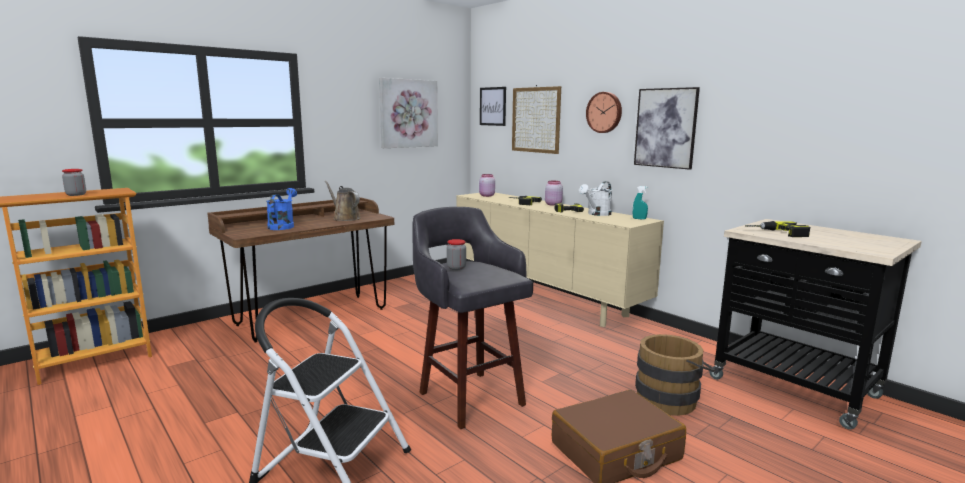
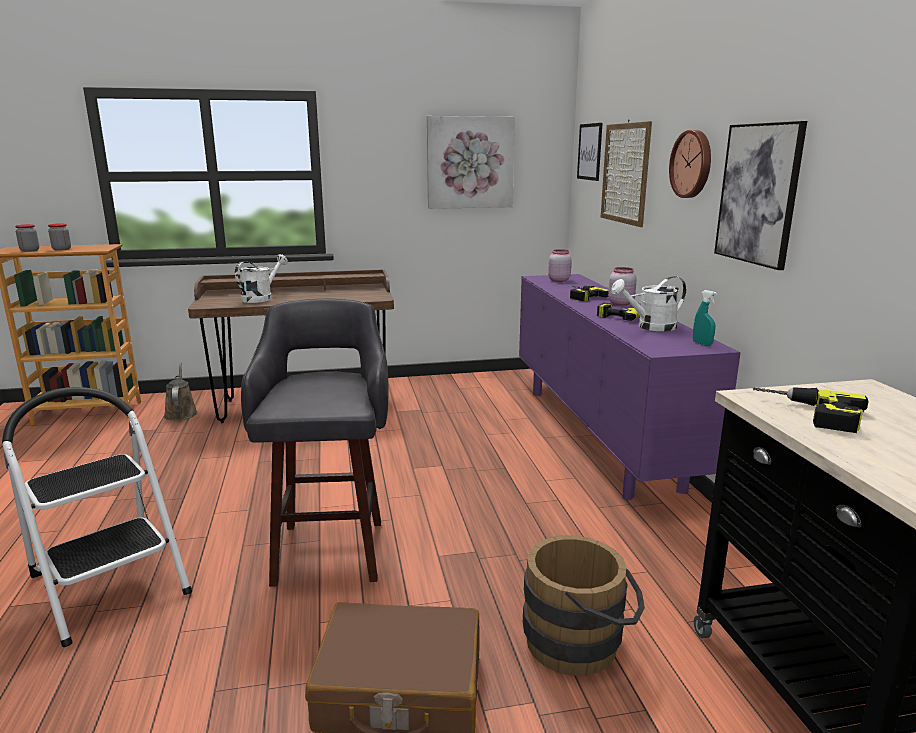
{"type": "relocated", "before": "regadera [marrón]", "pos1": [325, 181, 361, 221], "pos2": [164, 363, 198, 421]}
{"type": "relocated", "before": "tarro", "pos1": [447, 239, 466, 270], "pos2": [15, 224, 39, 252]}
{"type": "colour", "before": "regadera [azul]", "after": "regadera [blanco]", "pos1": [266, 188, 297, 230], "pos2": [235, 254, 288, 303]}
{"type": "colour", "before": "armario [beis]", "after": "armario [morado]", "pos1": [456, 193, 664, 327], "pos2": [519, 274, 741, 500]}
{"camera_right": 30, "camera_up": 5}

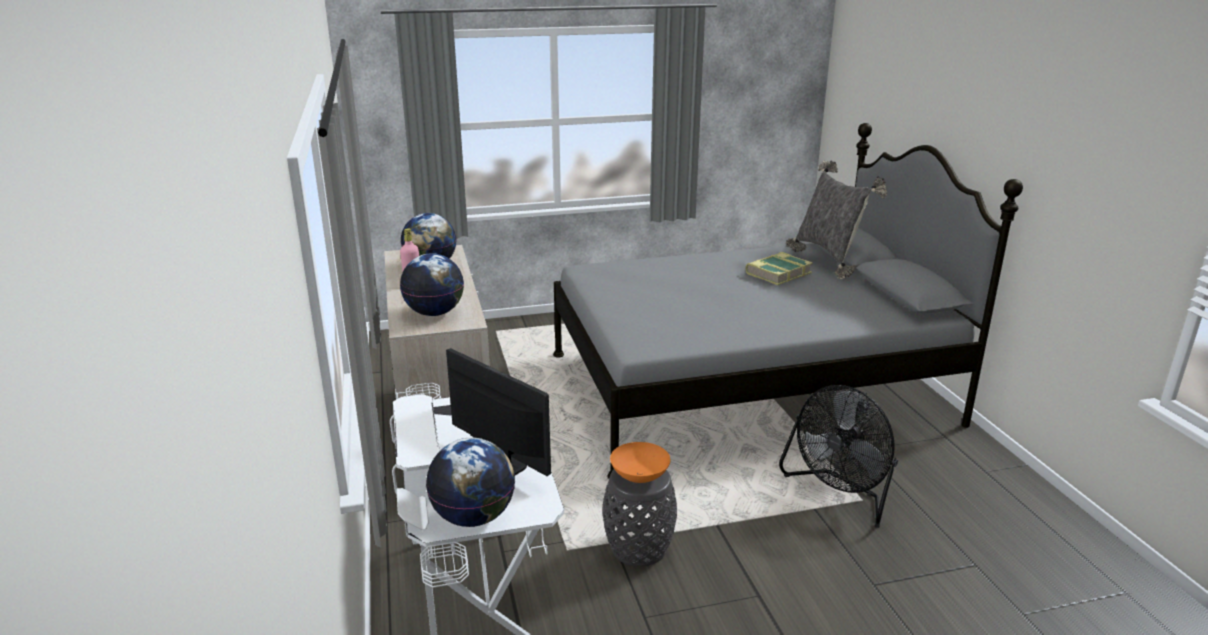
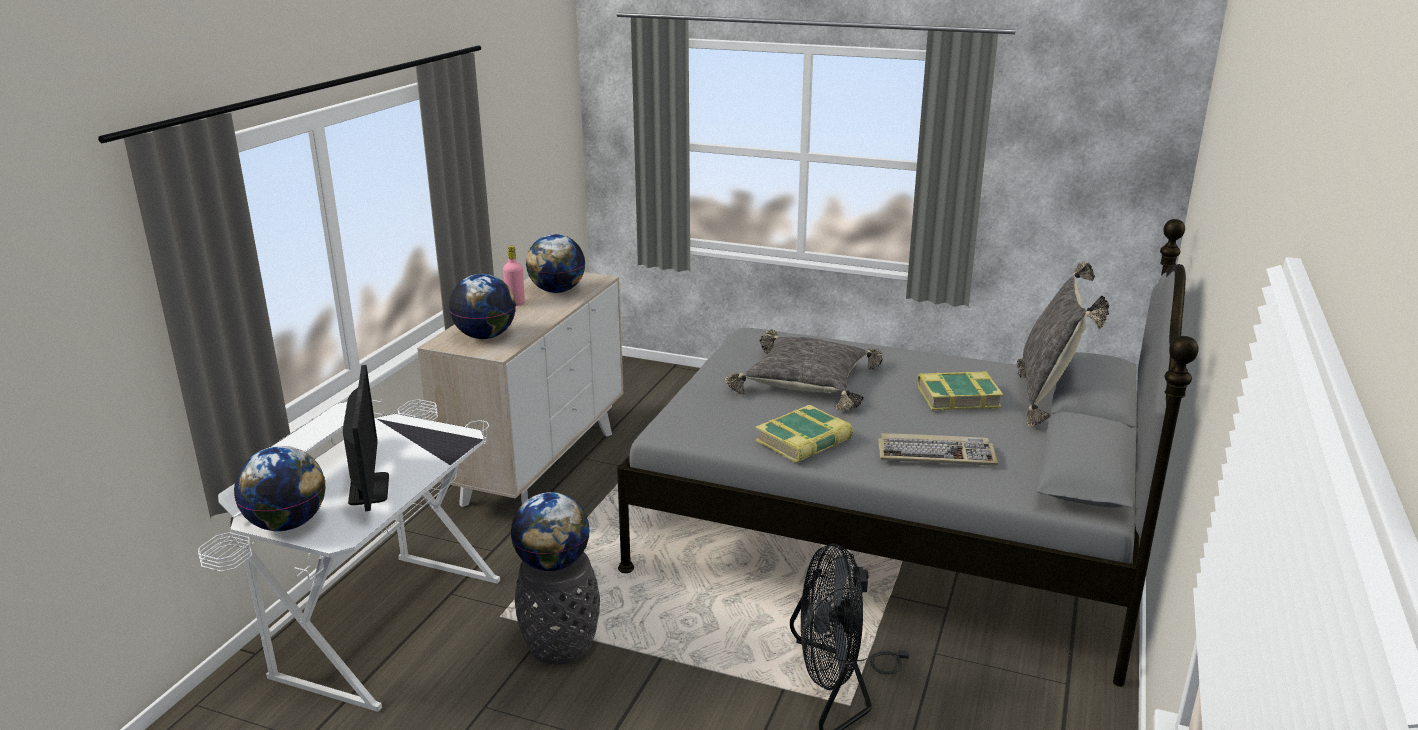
{"type": "appeared", "after": "cojín", "pos2": [725, 329, 883, 411]}
{"type": "appeared", "after": "libro", "pos2": [755, 405, 853, 463]}
{"type": "appeared", "after": "teclado", "pos2": [878, 433, 998, 466]}
{"type": "exchanged", "before": "cuenco [naranja]", "after": "globo terráqueo", "pos1": [610, 442, 670, 483], "pos2": [511, 492, 590, 571]}
{"camera_right": 35, "camera_up": 0}

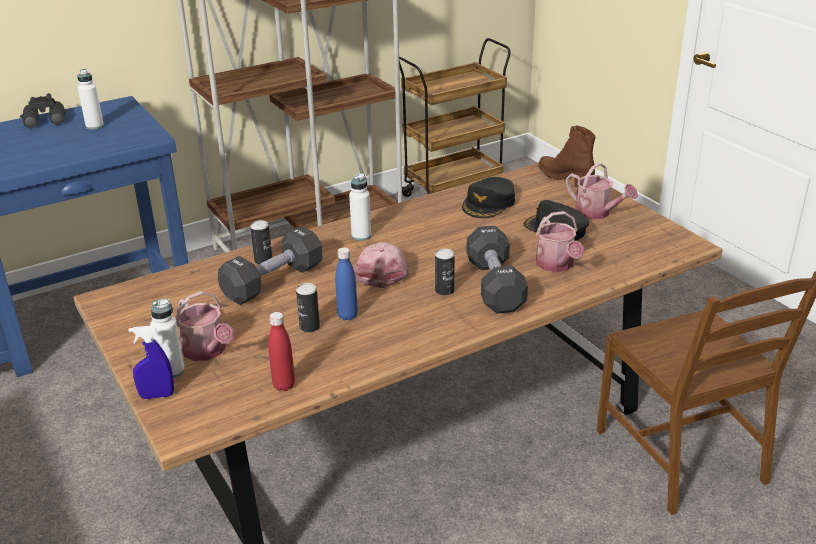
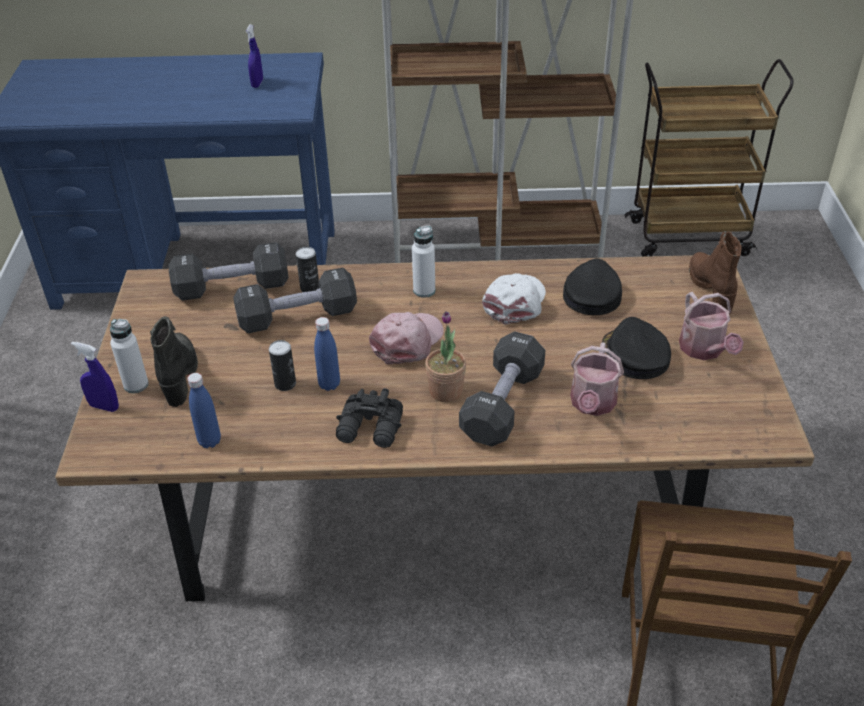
{"type": "appeared", "after": "mancuerna [negro]", "pos2": [169, 242, 288, 301]}
{"type": "appeared", "after": "gorra [blanco]", "pos2": [482, 273, 546, 325]}
{"type": "relocated", "before": "prismáticos [negro]", "pos1": [20, 93, 66, 128], "pos2": [336, 388, 403, 448]}
{"type": "exchanged", "before": "botella [blanco]", "after": "pulverizador [azul]", "pos1": [77, 69, 104, 130], "pos2": [246, 24, 263, 88]}
{"type": "exchanged", "before": "regadera", "after": "bota [negro]", "pos1": [176, 291, 234, 361], "pos2": [150, 316, 198, 407]}
{"type": "exchanged", "before": "lata", "after": "planta en maceta", "pos1": [435, 248, 455, 296], "pos2": [425, 311, 466, 402]}
{"type": "colour", "before": "botella [rojo]", "after": "botella [azul]", "pos1": [268, 312, 295, 391], "pos2": [187, 373, 221, 448]}
{"type": "spun", "before": "gorra [negro]", "pos1": [462, 177, 515, 218], "pos2": [563, 258, 622, 315], "turn": 135}
{"camera_right": 30, "camera_up": 10}

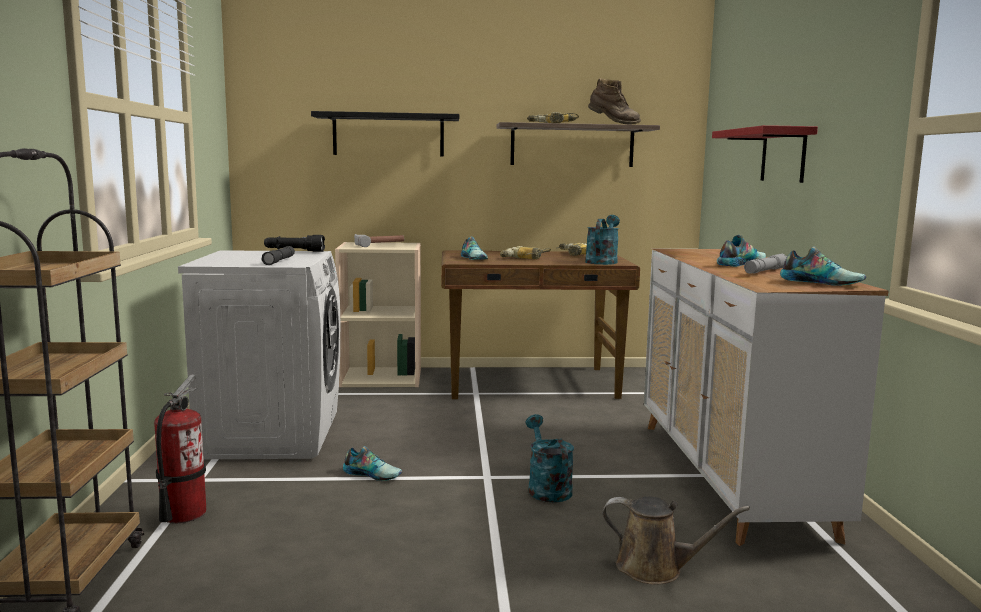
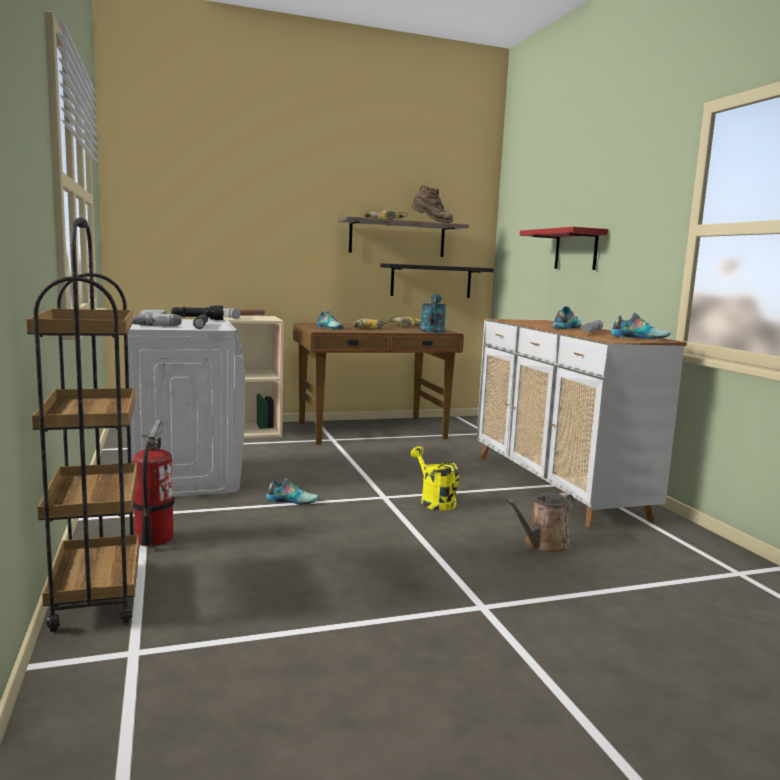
{"type": "appeared", "after": "taladro", "pos2": [133, 309, 182, 326]}
{"type": "relocated", "before": "estante [negro]", "pos1": [311, 111, 459, 157], "pos2": [380, 263, 494, 298]}
{"type": "colour", "before": "regadera [turquesa]", "after": "regadera [amarillo]", "pos1": [525, 414, 574, 503], "pos2": [411, 446, 459, 511]}
{"type": "spun", "before": "regadera [marrón]", "pos1": [602, 496, 750, 585], "pos2": [506, 492, 574, 553], "turn": 135}
{"camera_right": -15, "camera_up": 0}

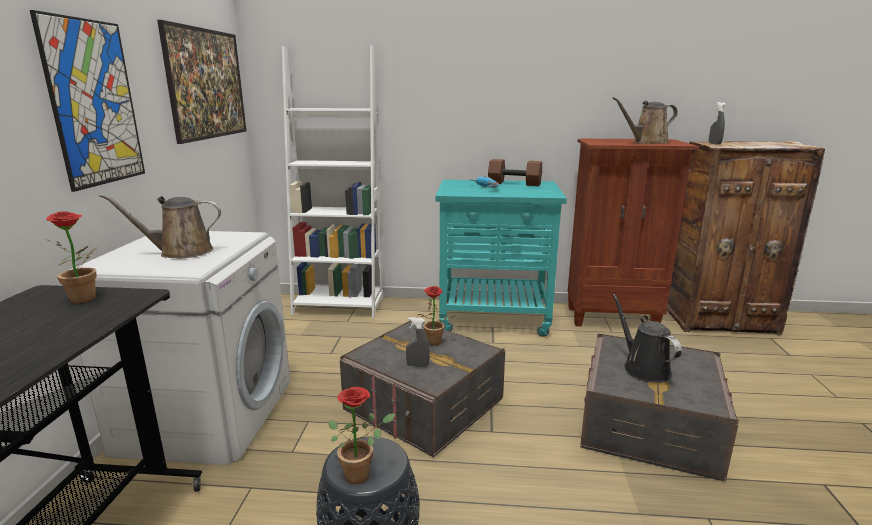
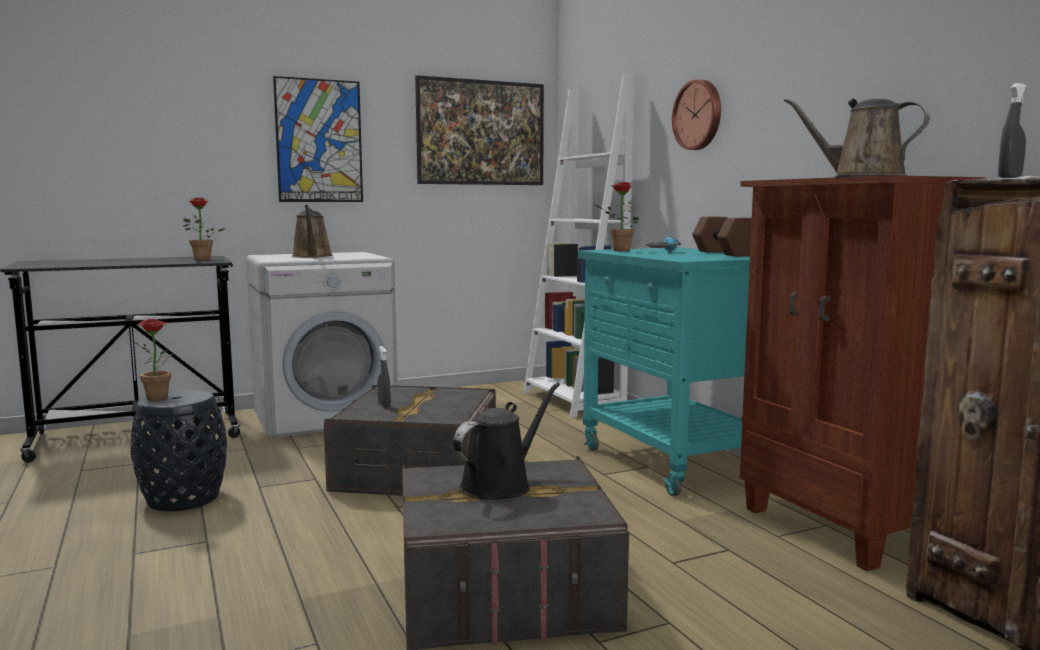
{"type": "appeared", "after": "reloj de pared", "pos2": [672, 79, 721, 150]}
{"type": "relocated", "before": "planta en maceta", "pos1": [417, 286, 455, 346], "pos2": [595, 182, 639, 251]}
{"type": "spun", "before": "regadera [marrón]", "pos1": [99, 194, 221, 259], "pos2": [292, 204, 333, 258], "turn": -150}
{"camera_right": 60, "camera_up": -10}

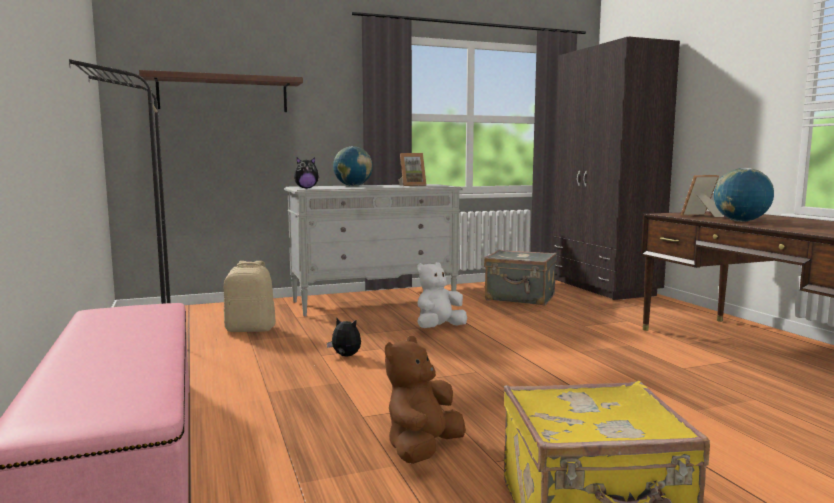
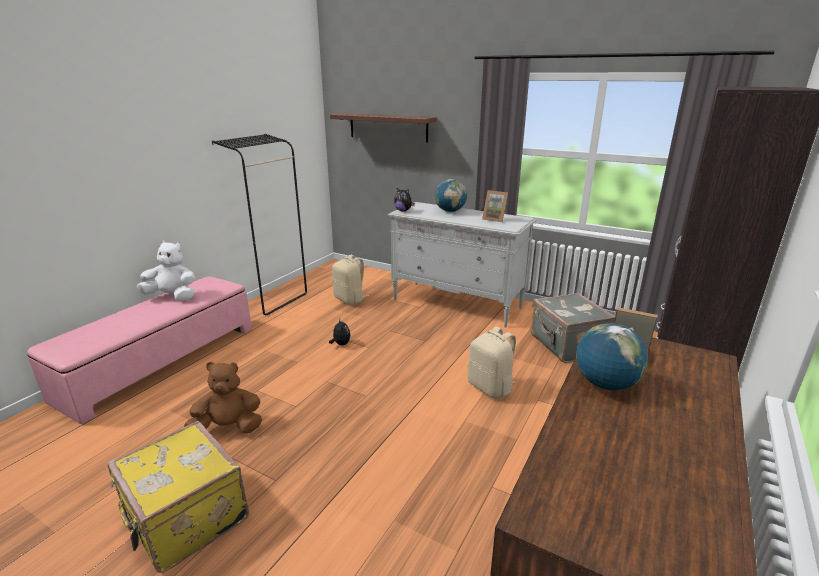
{"type": "appeared", "after": "mochila [beis]", "pos2": [468, 326, 516, 399]}
{"type": "relocated", "before": "peluche [blanco]", "pos1": [417, 262, 467, 328], "pos2": [137, 241, 195, 301]}
{"camera_right": 50, "camera_up": 15}

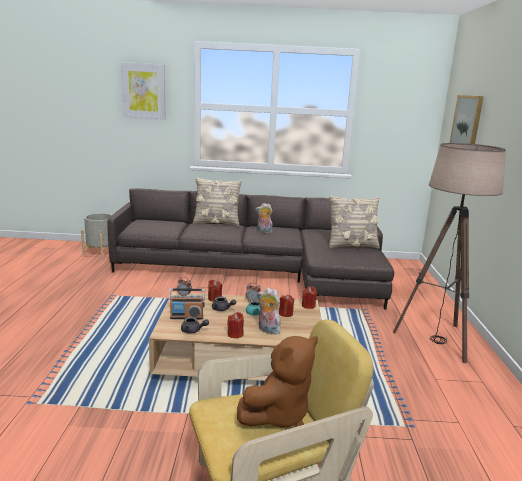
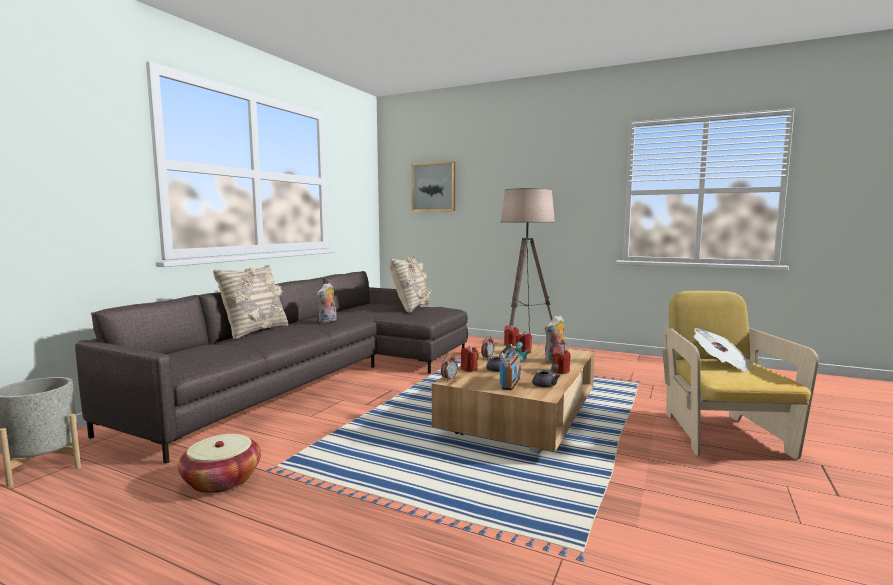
{"type": "missing", "before": "cuadro", "pos1": [121, 62, 165, 120]}
{"type": "appeared", "after": "cesta", "pos2": [178, 434, 261, 493]}
{"type": "exchanged", "before": "peluche [marrón]", "after": "periódico", "pos1": [237, 336, 318, 427], "pos2": [694, 328, 751, 372]}
{"camera_right": -65, "camera_up": -10}

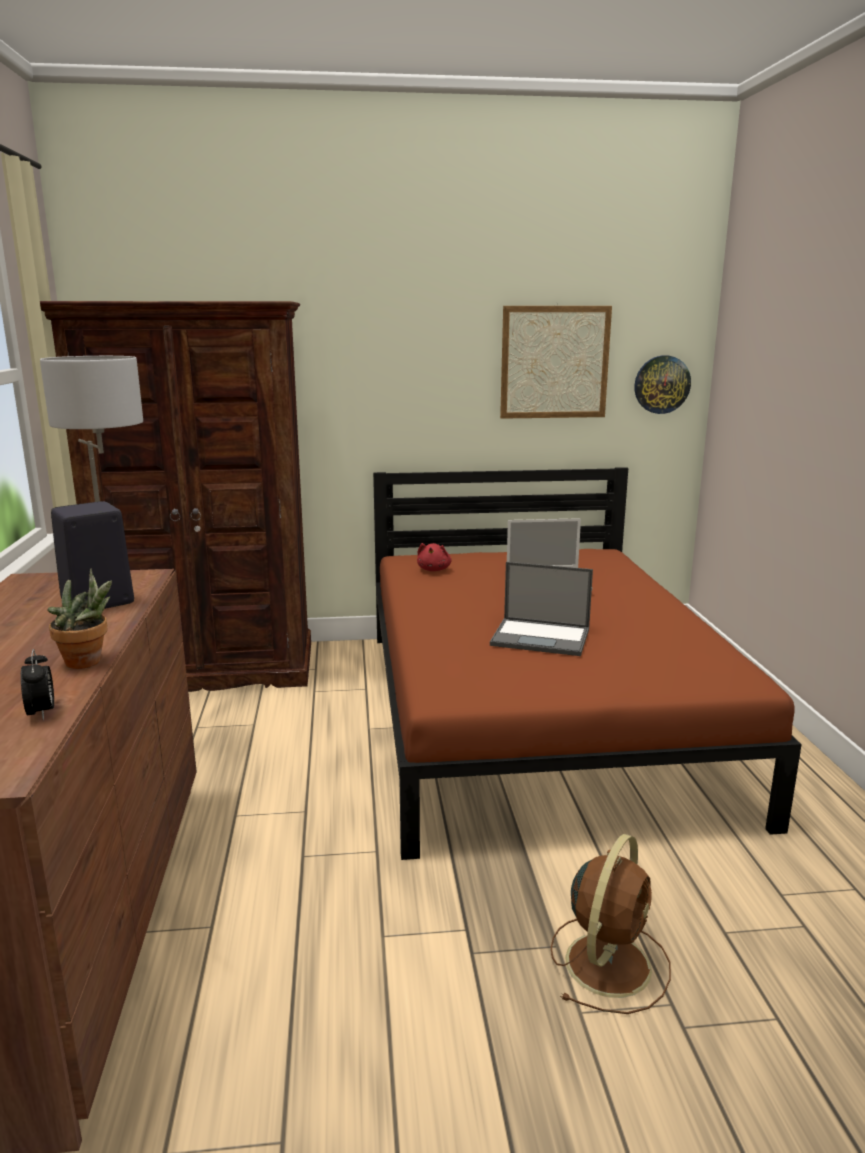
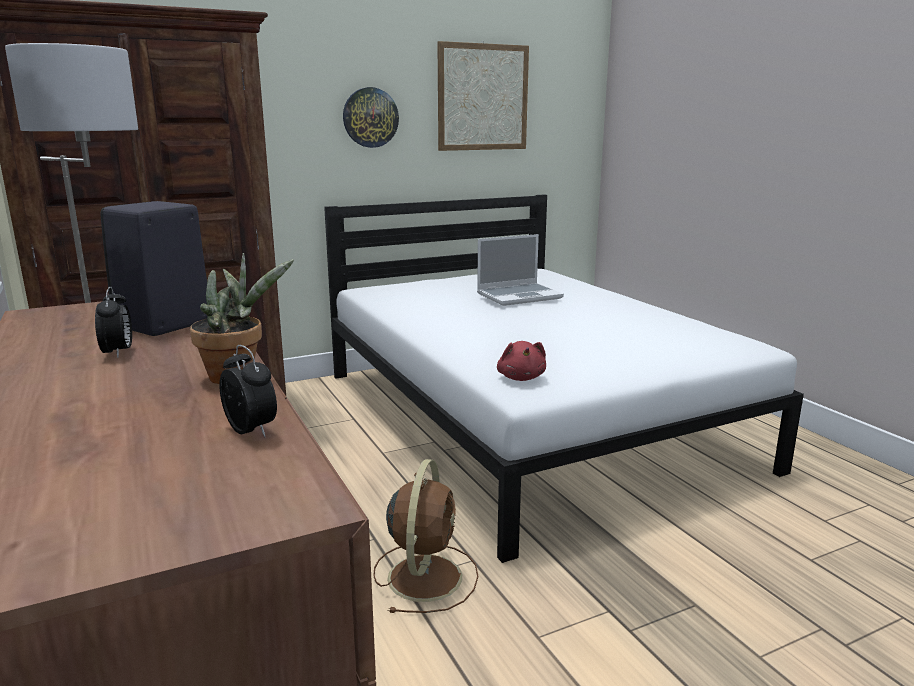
{"type": "missing", "before": "portátil", "pos1": [490, 562, 593, 656]}
{"type": "appeared", "after": "despertador", "pos2": [95, 287, 132, 358]}
{"type": "relocated", "before": "peluche [rojo]", "pos1": [417, 543, 452, 571], "pos2": [497, 341, 546, 381]}
{"type": "relocated", "before": "ventilador [marrón]", "pos1": [551, 834, 671, 1014], "pos2": [373, 459, 478, 613]}
{"type": "relocated", "before": "reloj de pared", "pos1": [634, 355, 691, 414], "pos2": [343, 87, 399, 148]}
{"type": "colour", "before": "cama [marrón]", "after": "cama [blanco]", "pos1": [373, 467, 802, 860], "pos2": [324, 194, 804, 563]}
{"camera_right": -20, "camera_up": 0}

